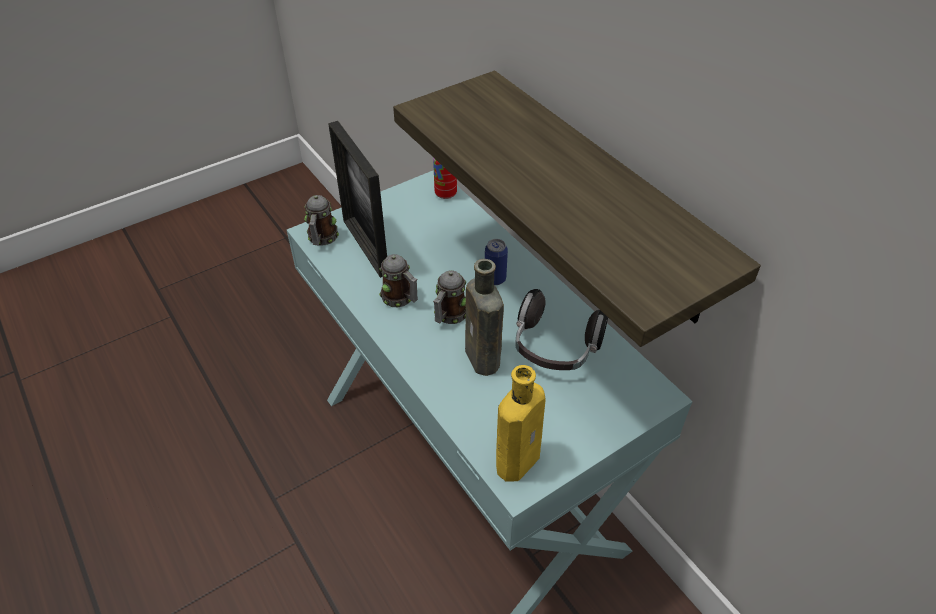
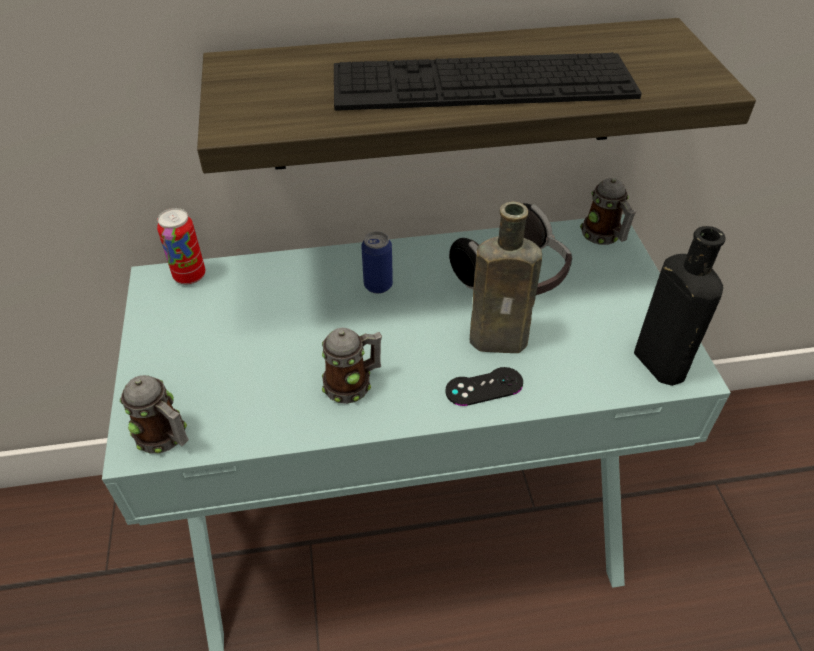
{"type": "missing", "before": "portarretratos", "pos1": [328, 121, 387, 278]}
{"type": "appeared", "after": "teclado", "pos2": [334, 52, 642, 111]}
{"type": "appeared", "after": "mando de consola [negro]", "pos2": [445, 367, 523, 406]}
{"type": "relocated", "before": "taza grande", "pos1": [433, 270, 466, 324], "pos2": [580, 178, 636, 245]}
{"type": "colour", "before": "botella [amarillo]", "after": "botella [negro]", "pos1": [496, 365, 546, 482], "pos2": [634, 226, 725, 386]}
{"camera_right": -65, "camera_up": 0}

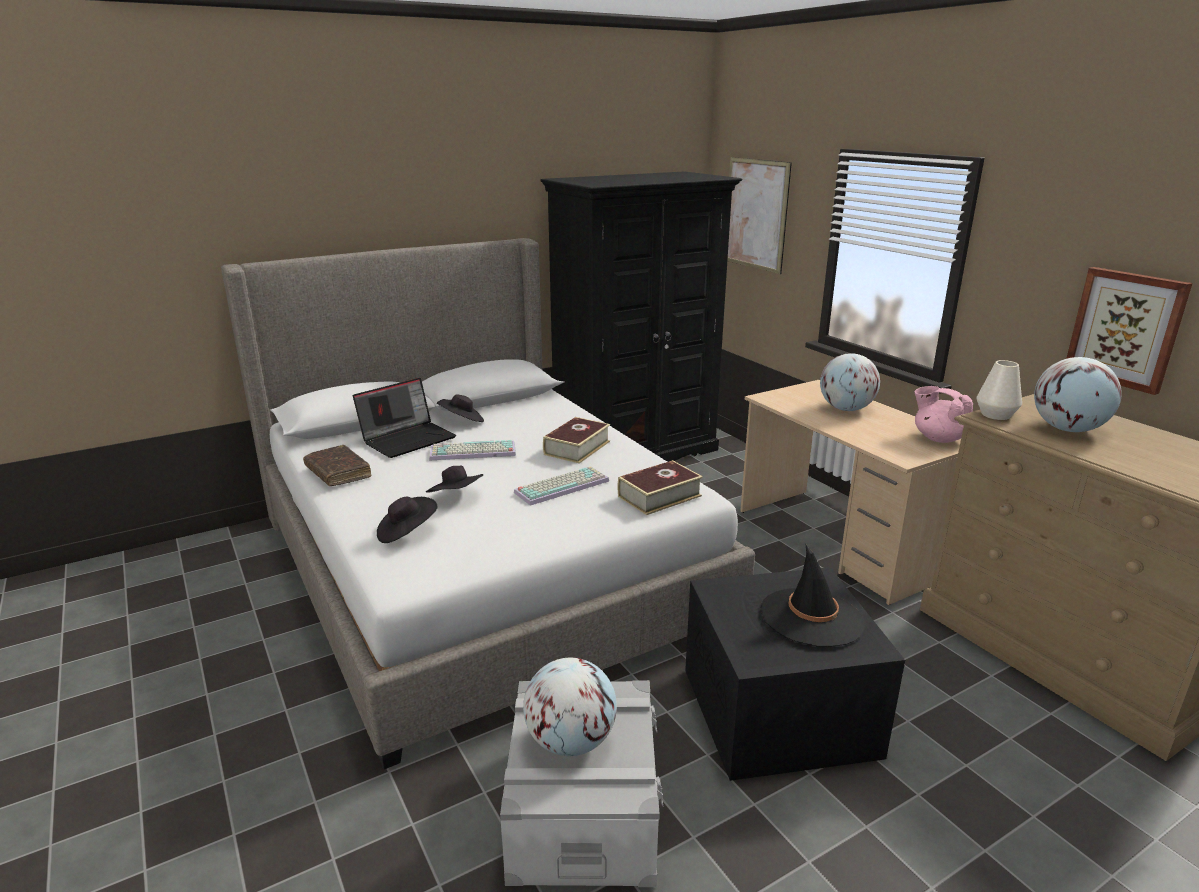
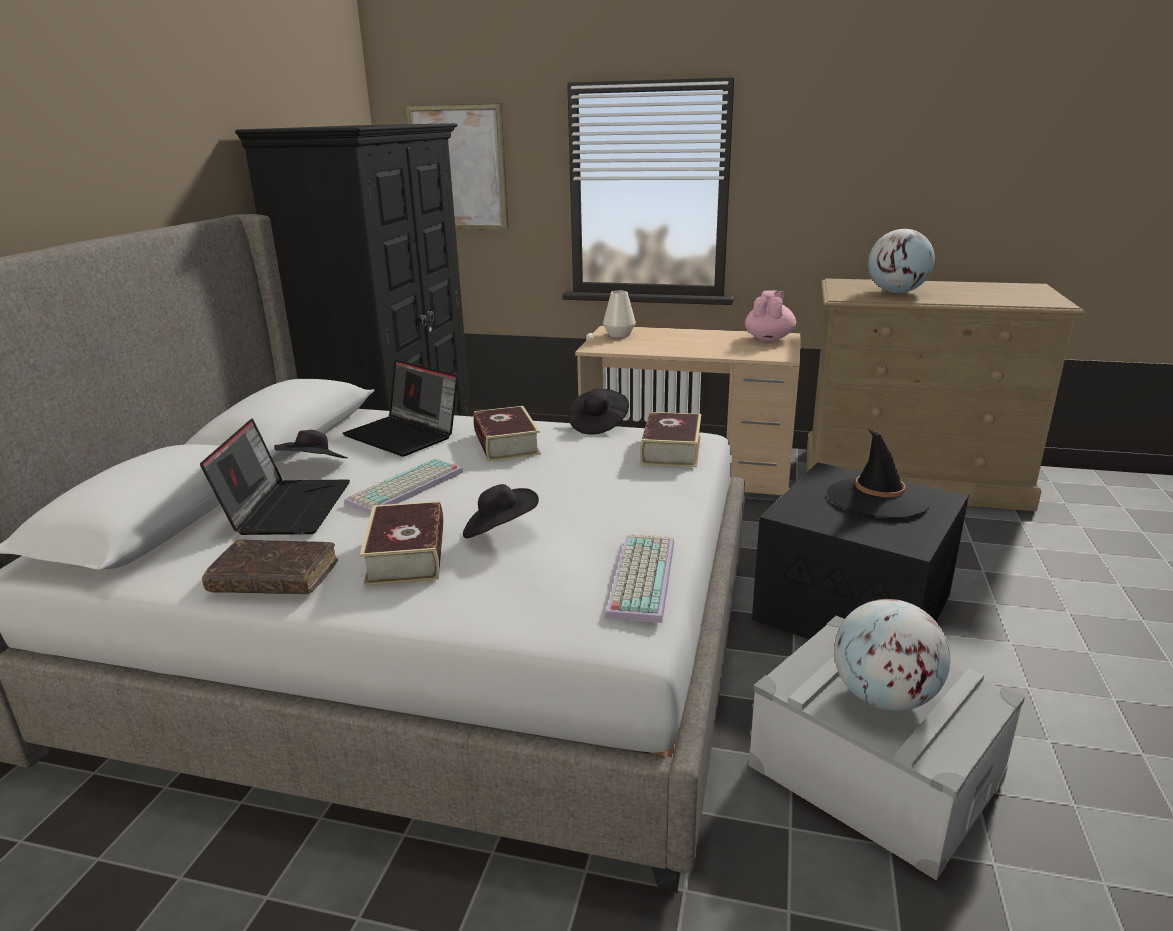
{"type": "missing", "before": "globo terráqueo", "pos1": [820, 353, 880, 411]}
{"type": "missing", "before": "cuadro", "pos1": [1066, 267, 1193, 395]}
{"type": "appeared", "after": "portátil", "pos2": [343, 360, 458, 457]}
{"type": "appeared", "after": "libro", "pos2": [360, 501, 443, 585]}
{"type": "relocated", "before": "sombrero [negro]", "pos1": [377, 496, 438, 543], "pos2": [568, 388, 629, 434]}
{"type": "relocated", "before": "teclado", "pos1": [514, 466, 609, 506], "pos2": [605, 534, 674, 623]}
{"type": "relocated", "before": "florero [blanco]", "pos1": [976, 360, 1022, 420], "pos2": [603, 291, 636, 338]}
{"type": "spun", "before": "tetera [rosa]", "pos1": [915, 386, 973, 443], "pos2": [745, 290, 796, 341], "turn": 105}
{"camera_right": -45, "camera_up": 0}

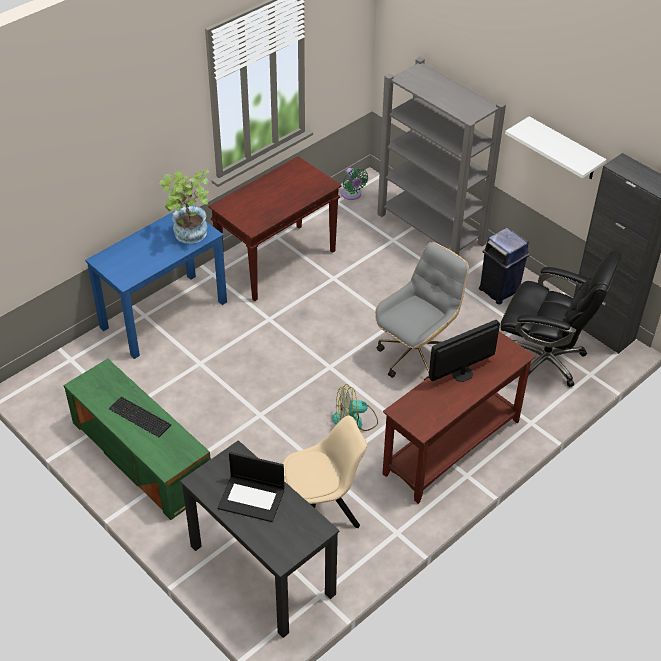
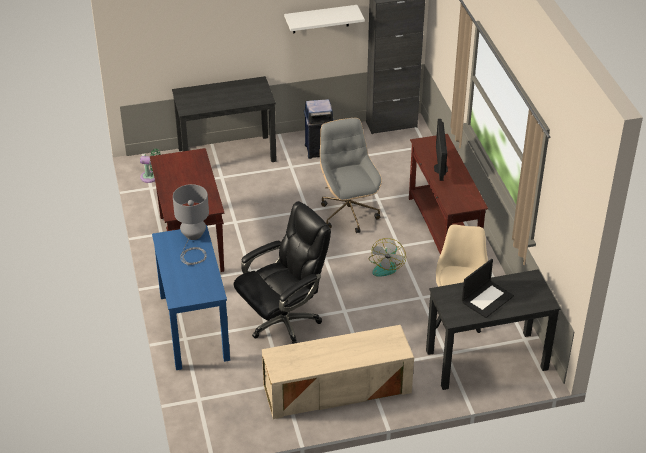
{"type": "missing", "before": "teclado", "pos1": [109, 397, 171, 437]}
{"type": "relocated", "before": "silla de oficina [negro]", "pos1": [500, 250, 622, 387], "pos2": [234, 201, 331, 344]}
{"type": "exchanged", "before": "planta en maceta", "after": "lámpara de mesa [gris]", "pos1": [159, 170, 209, 244], "pos2": [173, 184, 209, 266]}
{"type": "exchanged", "before": "estantería [gris]", "after": "escritorio [negro]", "pos1": [377, 57, 506, 255], "pos2": [172, 76, 277, 162]}
{"type": "colour", "before": "banco [verde]", "after": "banco [beis]", "pos1": [64, 359, 211, 520], "pos2": [262, 325, 414, 419]}
{"camera_right": -60, "camera_up": -5}

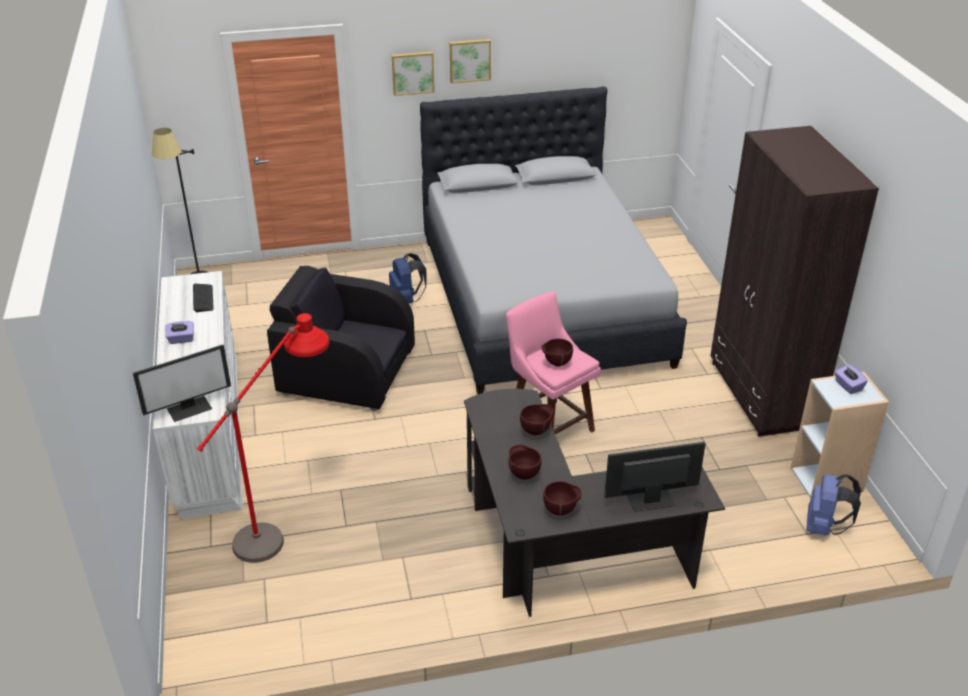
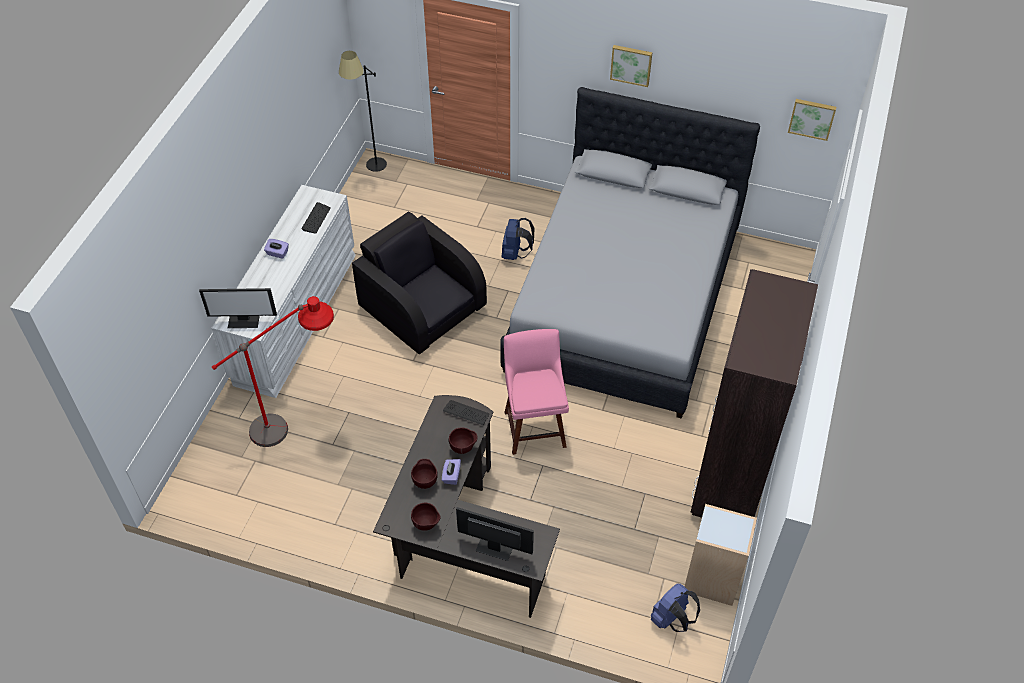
{"type": "missing", "before": "cuenco [marrón]", "pos1": [541, 338, 573, 367]}
{"type": "appeared", "after": "teclado", "pos2": [443, 400, 489, 425]}
{"type": "relocated", "before": "cuadro", "pos1": [392, 52, 435, 96], "pos2": [788, 99, 836, 141]}
{"type": "relocated", "before": "caja de pañuelos [morado]", "pos1": [835, 364, 868, 394], "pos2": [442, 459, 461, 485]}
{"camera_right": 30, "camera_up": 15}

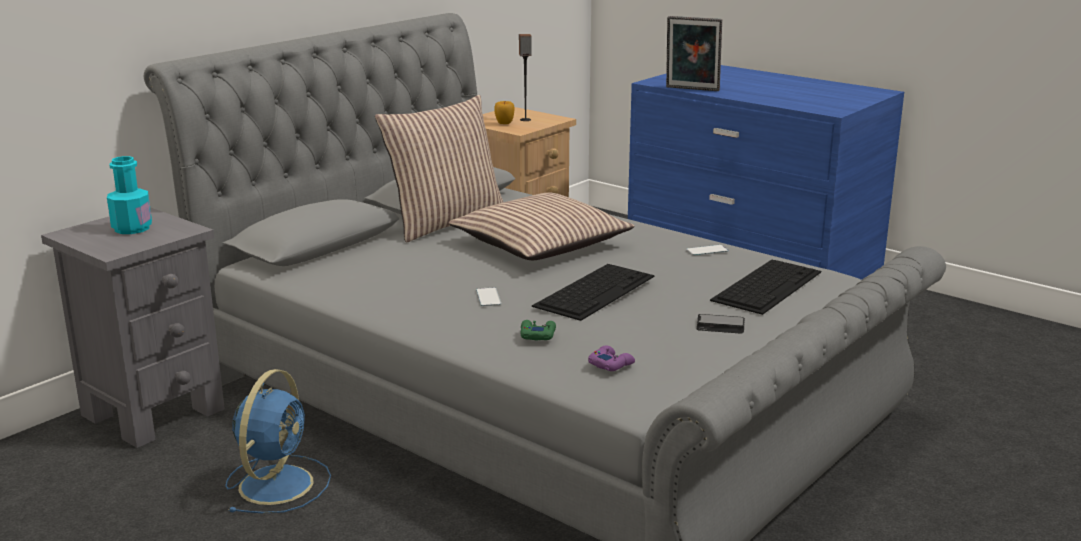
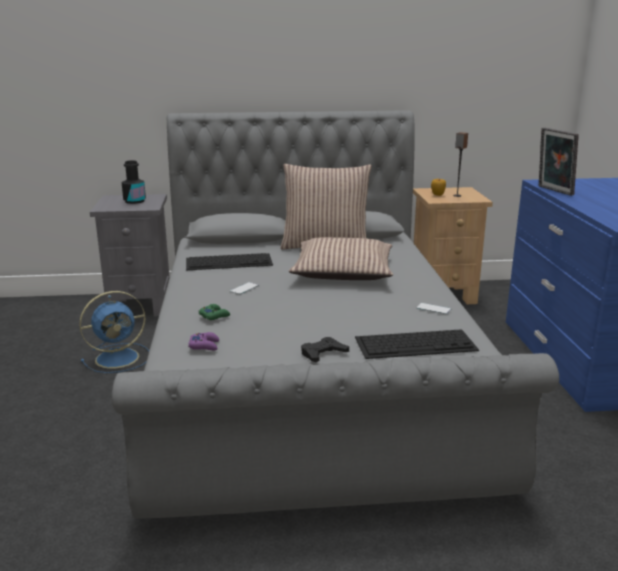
{"type": "relocated", "before": "teclado", "pos1": [532, 264, 655, 321], "pos2": [186, 253, 273, 270]}
{"type": "exchanged", "before": "móvil", "after": "mando de consola [negro]", "pos1": [697, 314, 745, 334], "pos2": [301, 337, 349, 362]}
{"type": "colour", "before": "botella [turquesa]", "after": "botella [negro]", "pos1": [107, 156, 152, 234], "pos2": [122, 160, 146, 204]}
{"camera_right": 45, "camera_up": 0}

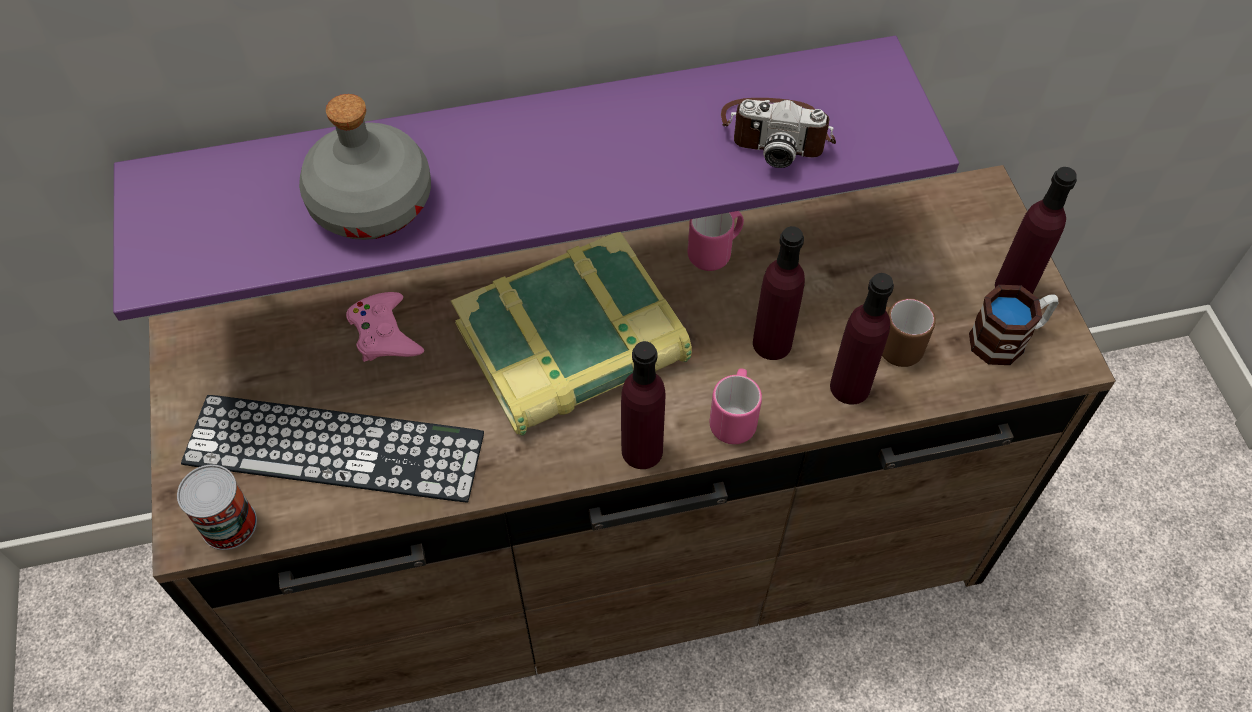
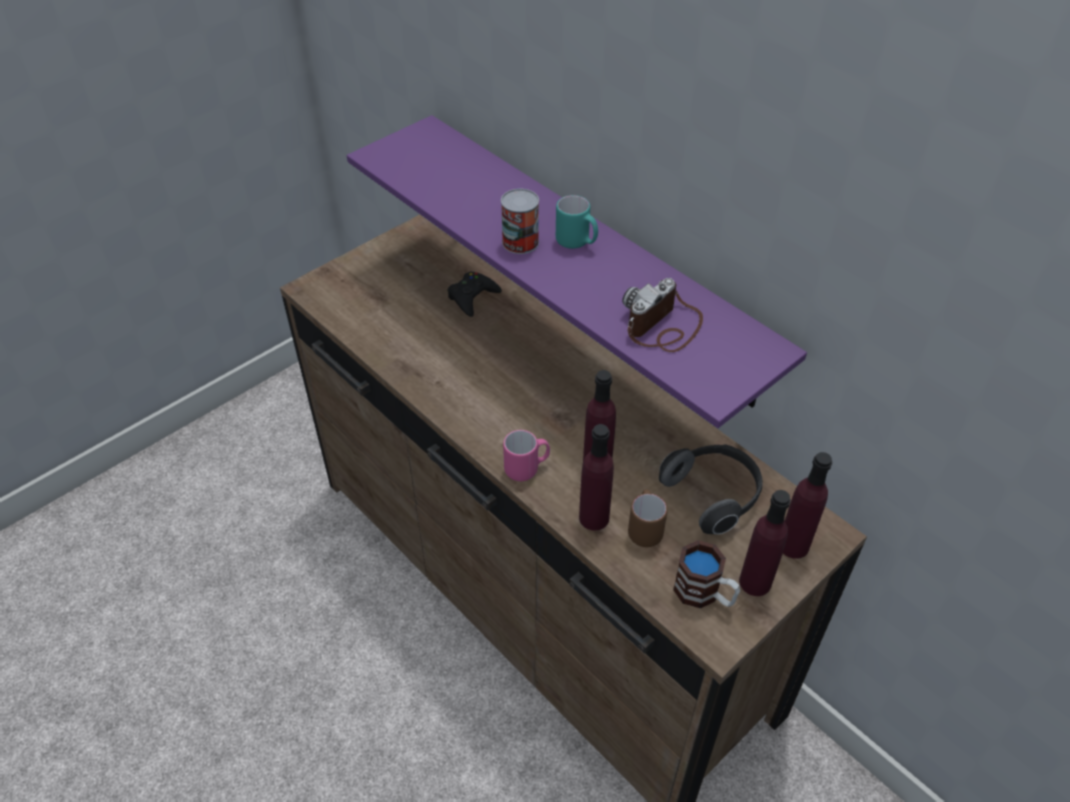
{"type": "missing", "before": "teclado", "pos1": [181, 395, 484, 503]}
{"type": "missing", "before": "botella [gris]", "pos1": [299, 94, 431, 240]}
{"type": "missing", "before": "libro", "pos1": [451, 232, 692, 435]}
{"type": "missing", "before": "taza grande [rosa]", "pos1": [688, 211, 744, 271]}
{"type": "appeared", "after": "taza grande [turquesa]", "pos2": [556, 195, 598, 249]}
{"type": "appeared", "after": "auriculares", "pos2": [659, 444, 763, 535]}
{"type": "relocated", "before": "lata", "pos1": [177, 465, 257, 550], "pos2": [501, 189, 539, 254]}
{"type": "relocated", "before": "botella [morado]", "pos1": [621, 341, 665, 469], "pos2": [783, 452, 832, 559]}
{"type": "colour", "before": "mando de consola [rosa]", "after": "mando de consola [negro]", "pos1": [346, 292, 424, 362], "pos2": [447, 272, 502, 317]}
{"type": "spun", "before": "cámara", "pos1": [721, 98, 836, 168], "pos2": [622, 278, 703, 352], "turn": 60}
{"camera_right": 60, "camera_up": -10}

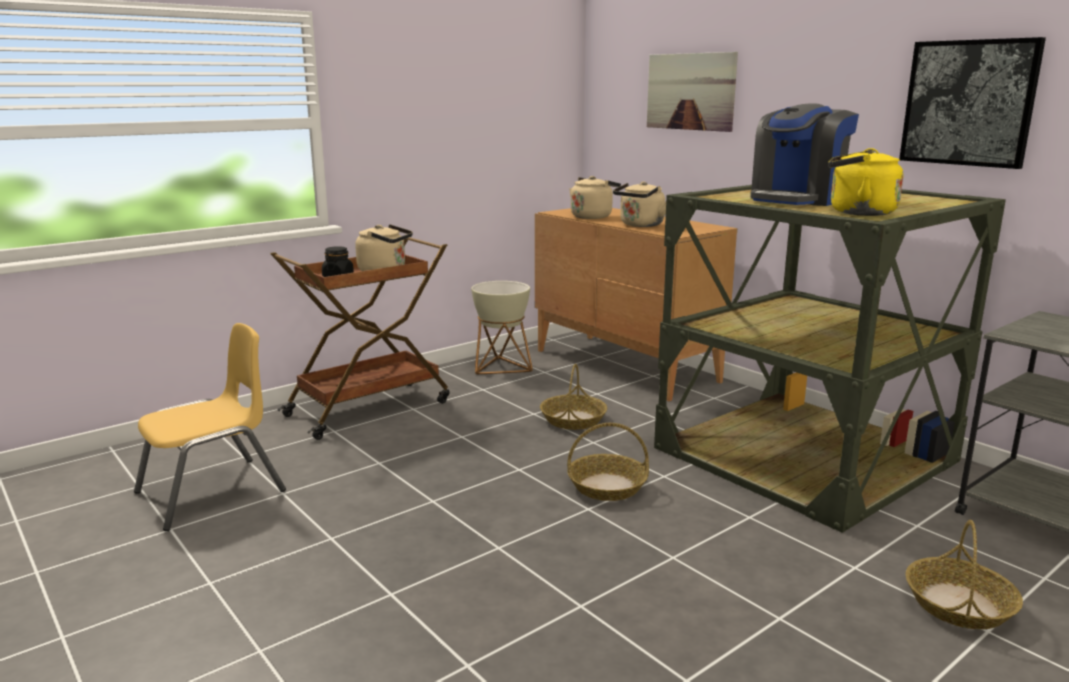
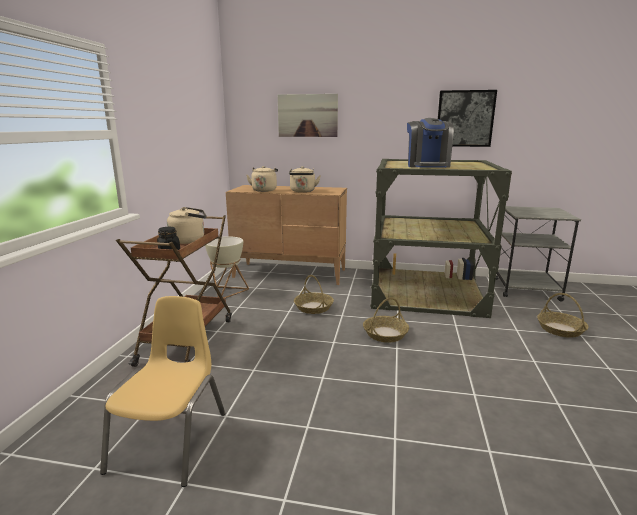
{"type": "missing", "before": "hervidor [amarillo]", "pos1": [828, 148, 904, 216]}
{"camera_right": -40, "camera_up": 0}

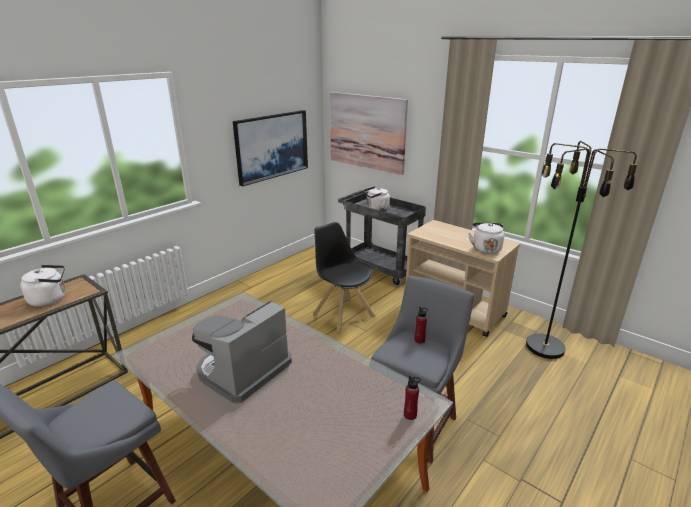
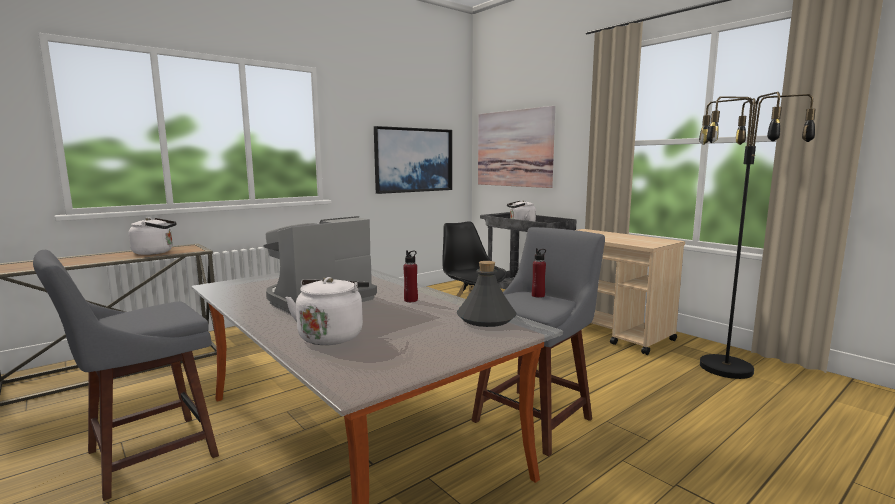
{"type": "appeared", "after": "botella [gris]", "pos2": [457, 261, 516, 327]}
{"type": "relocated", "before": "botella [rojo]", "pos1": [404, 376, 421, 420], "pos2": [403, 250, 418, 302]}
{"type": "relocated", "before": "hervidor [blanco]", "pos1": [468, 223, 504, 254], "pos2": [286, 277, 369, 345]}
{"camera_right": 10, "camera_up": -15}

